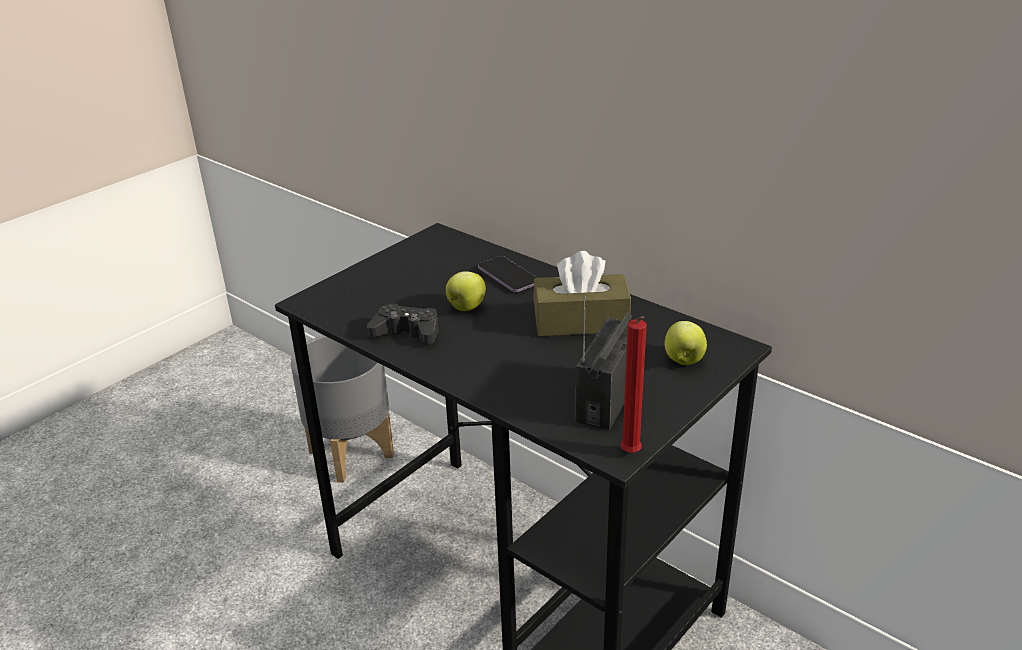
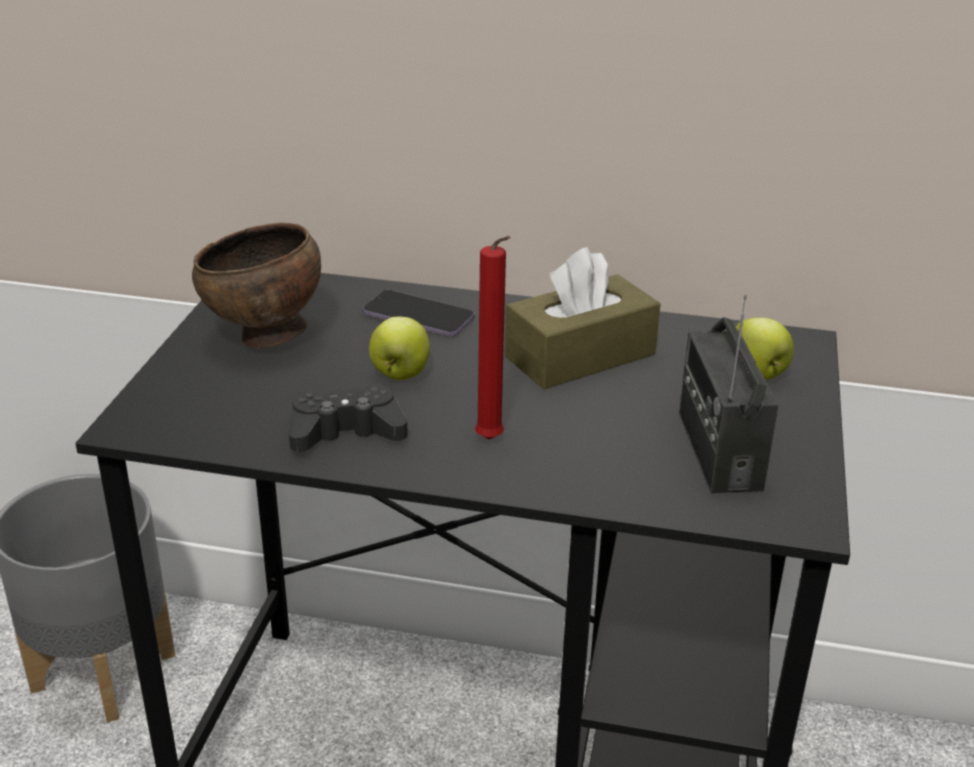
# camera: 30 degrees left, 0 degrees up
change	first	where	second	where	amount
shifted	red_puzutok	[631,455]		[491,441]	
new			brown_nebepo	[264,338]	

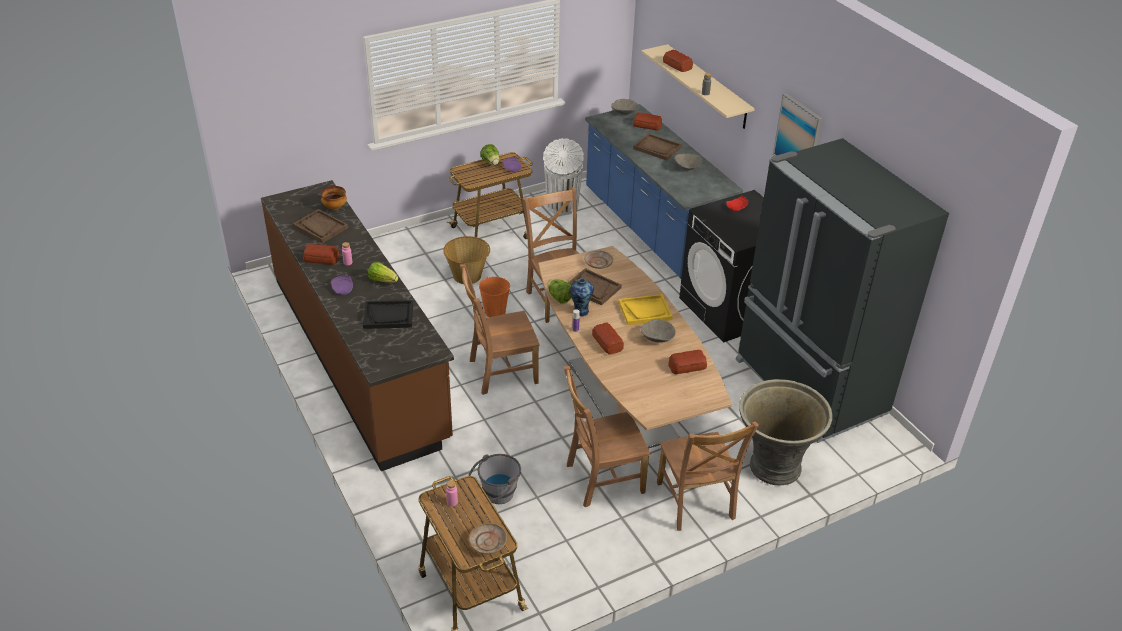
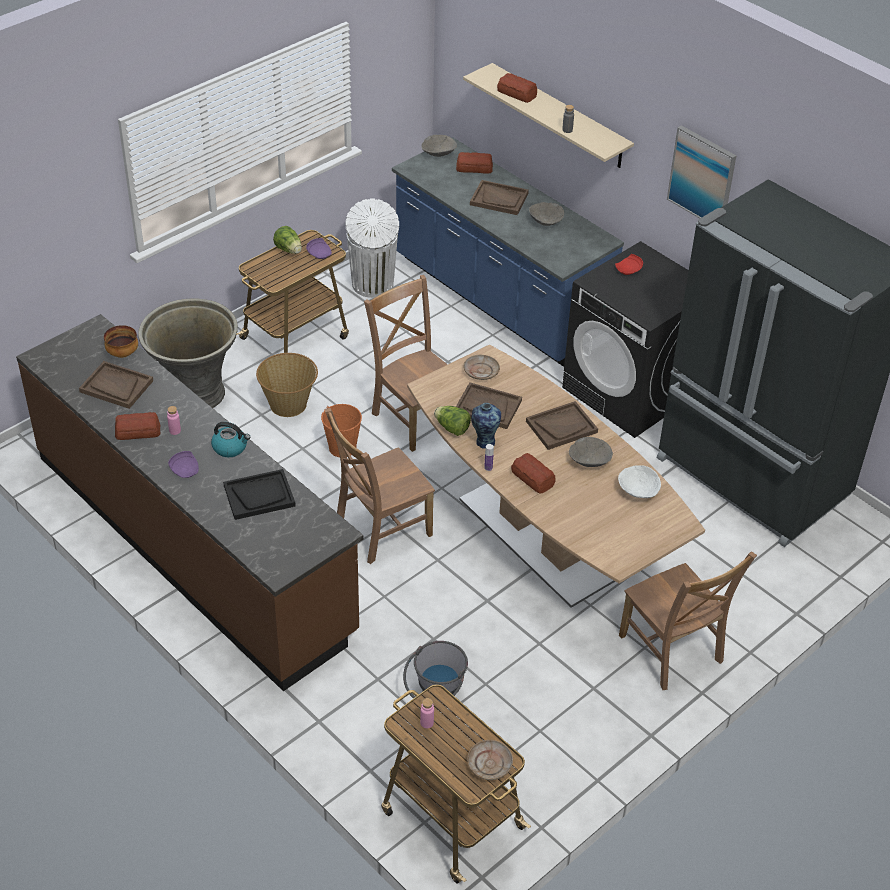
# camera: 15 degrees left, 5 degrees up
change	first	where	second	where	amount
swapped	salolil	[382,280]	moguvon	[230,447]	
gone	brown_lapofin	[601,479]			
repainted	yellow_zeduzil	[645,311]	brown_zeduzil	[561,427]	
swapped	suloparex	[688,366]	white_nebepo	[638,491]	
shifted	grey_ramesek	[773,466]		[195,394]	

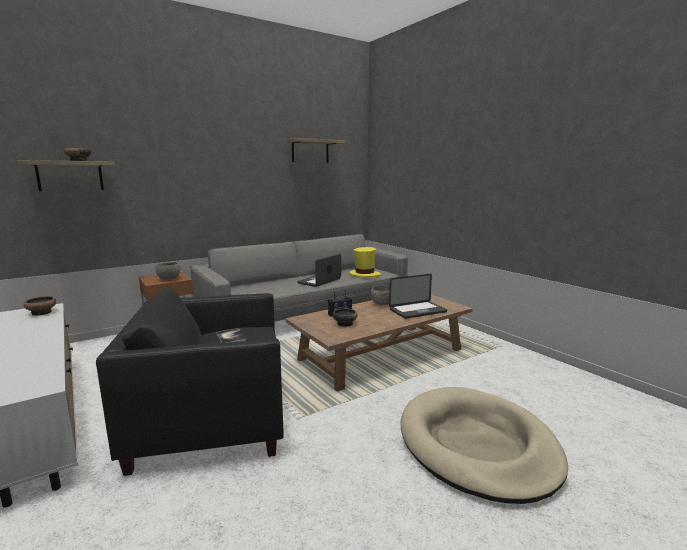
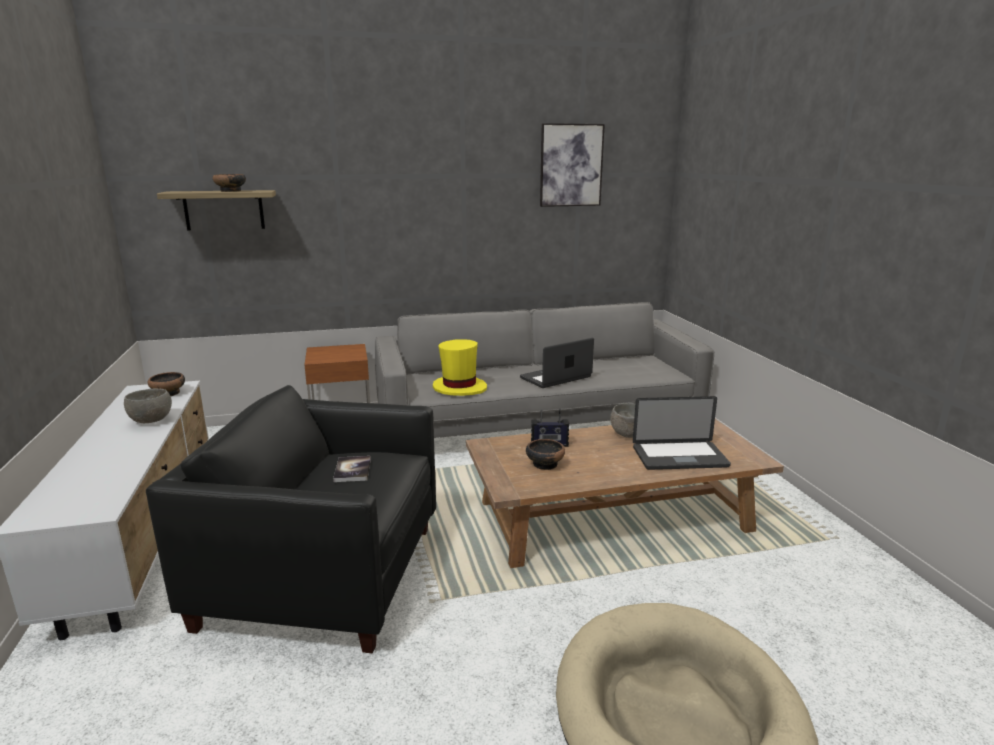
# camera: 20 degrees right, 5 degrees up
change	first	where	second	where	amount
shifted	grey_nebepo	[169,279]		[152,420]	
swapped	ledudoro	[310,151]	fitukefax	[571,165]	
shifted	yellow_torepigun	[364,275]		[459,388]	

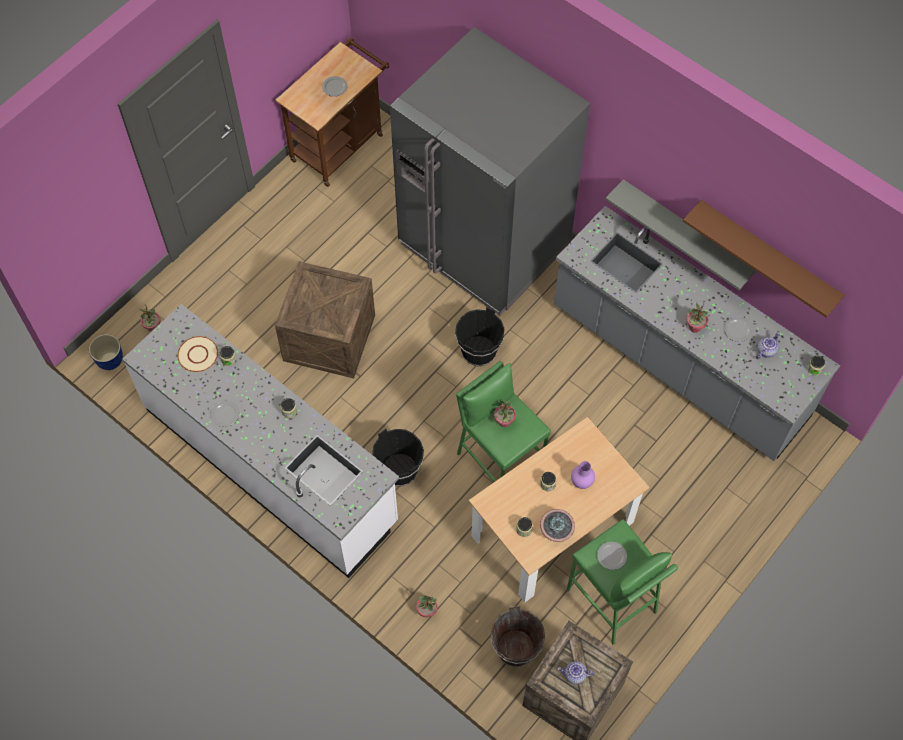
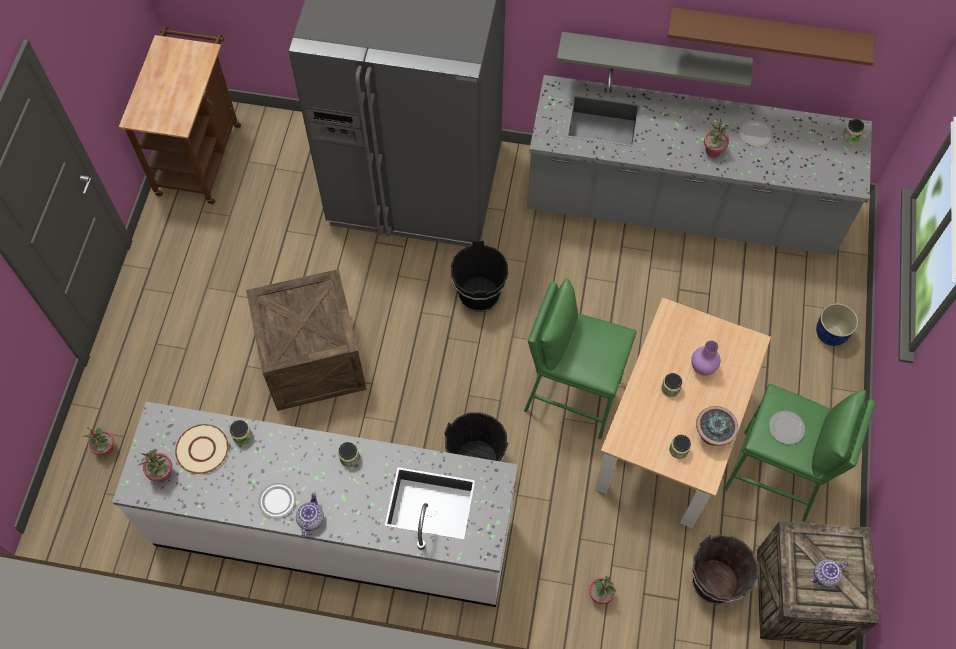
# camera: 30 degrees left, 0 degrees up
change	first	where	second	where	amount
shifted	ramesek	[111,361]		[831,334]	
gone	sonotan	[335,87]			
shifted	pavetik	[504,421]		[162,474]	
shifted	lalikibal	[765,350]		[310,519]	

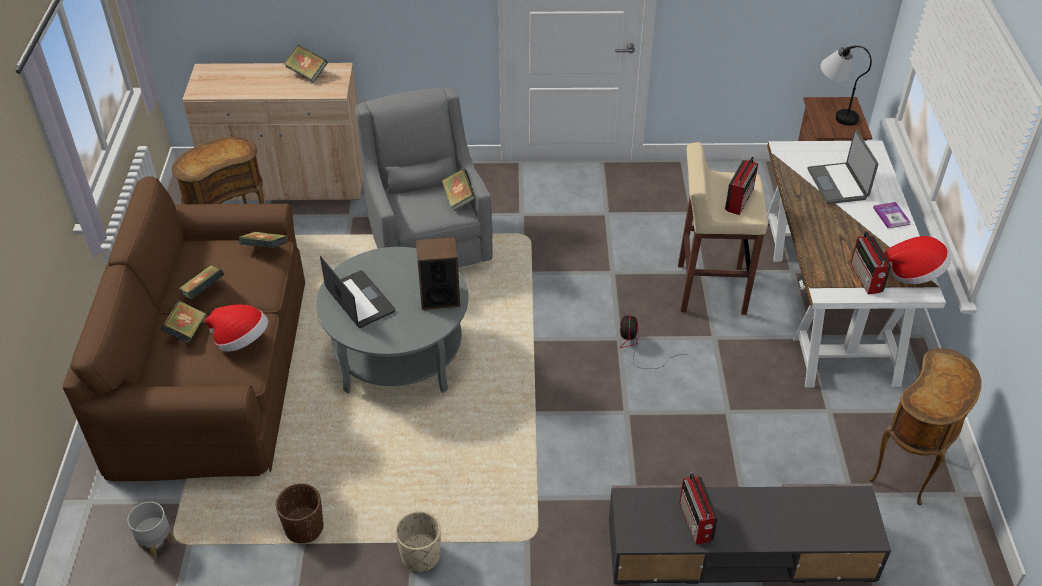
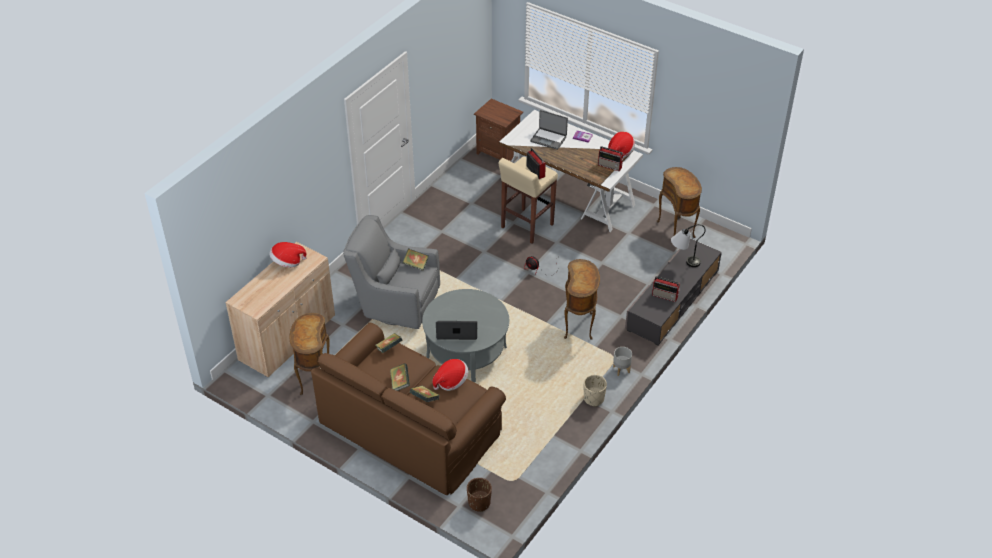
# camera: 55 degrees left, 0 degrees up
change	first	where	second	where	amount
shifted	grey_ramesek	[156,544]		[621,369]	
shifted	brown_ramesek	[304,528]		[479,503]	
swapped	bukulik	[307,73]	torepigun	[287,262]	
gone	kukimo	[439,297]			
shifted	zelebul	[835,111]		[683,262]	
new			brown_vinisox	[579,325]	

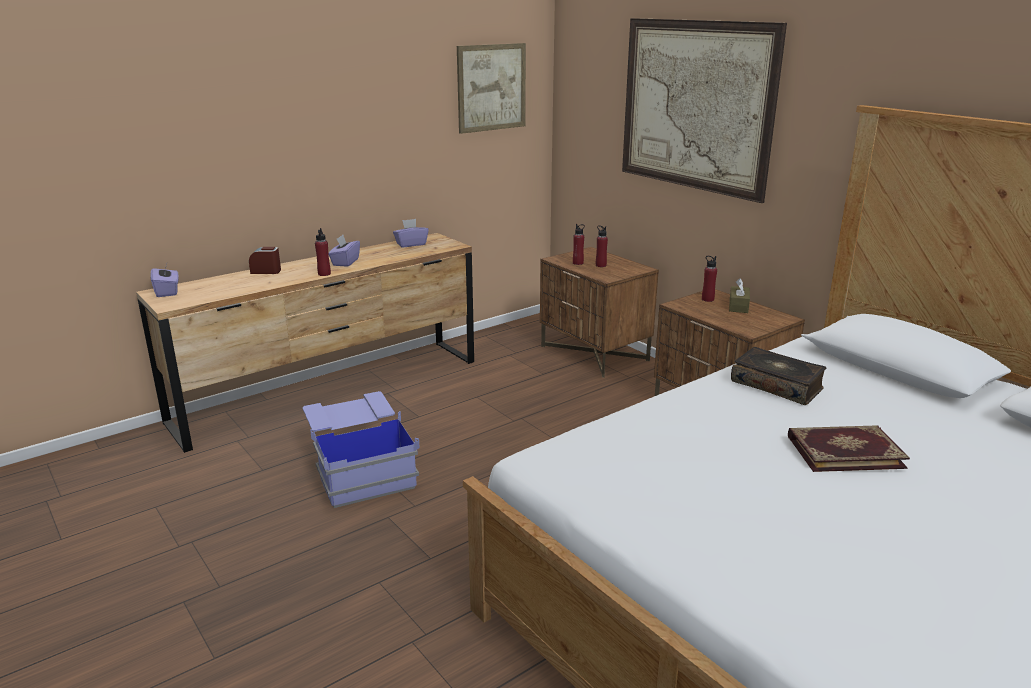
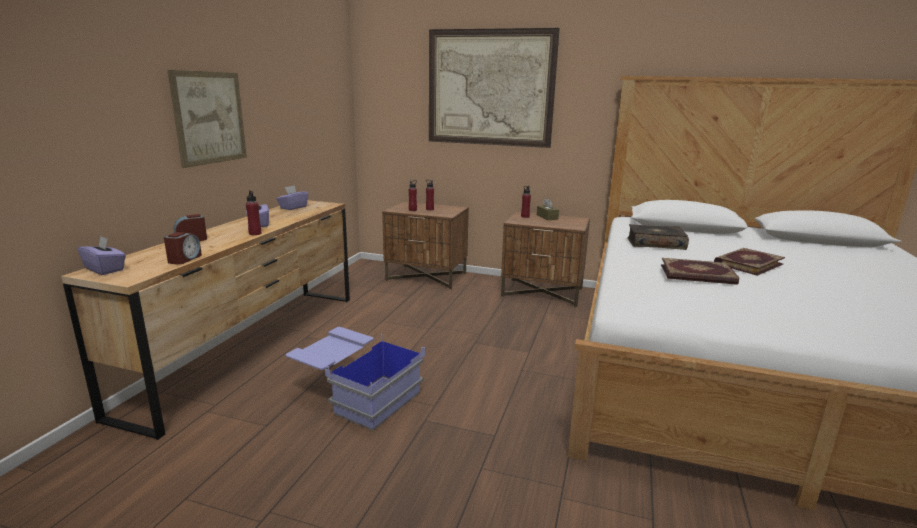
# camera: 35 degrees left, 5 degrees down
change	first	where	second	where	amount
shifted	fitukefax	[491,87]		[209,118]	
new			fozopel	[184,259]	
new			bukulik	[697,275]	

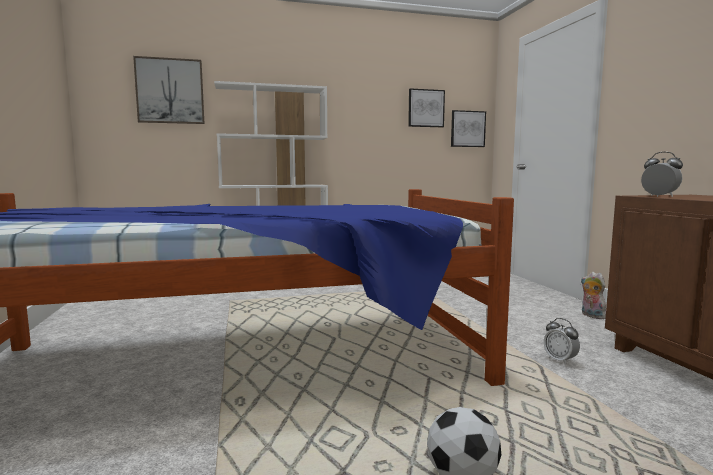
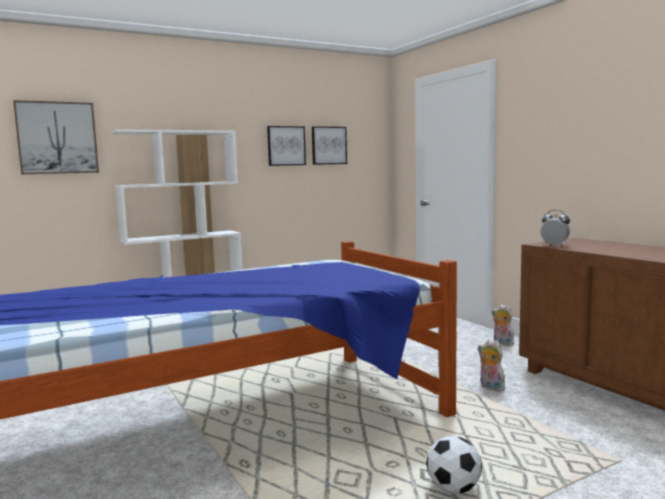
# camera: 15 degrees left, 0 degrees up
change	first	where	second	where	amount
shifted	fitukefax	[467,129]		[286,146]	
swapped	fozopel	[560,360]	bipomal	[490,387]	

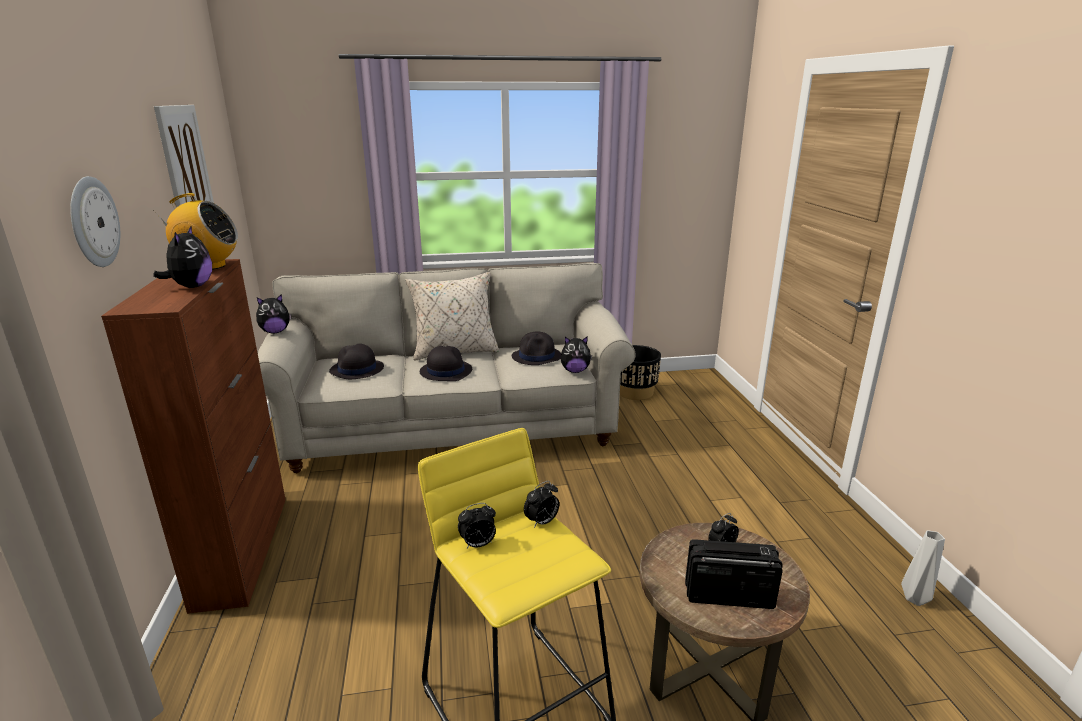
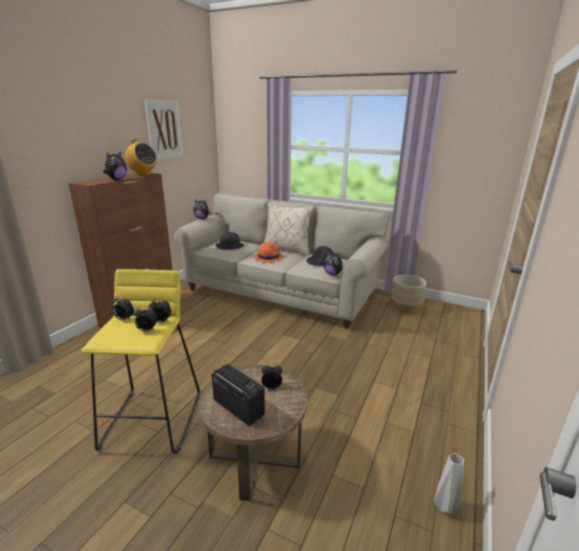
# camera: 35 degrees right, 0 degrees up
change	first	where	second	where	amount
gone	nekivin	[93,222]			
repainted	black_torepigun	[445,371]	orange_torepigun	[268,257]	
repainted	black_ramesek	[635,392]	beige_ramesek	[405,307]	
new			fozopel	[146,330]	

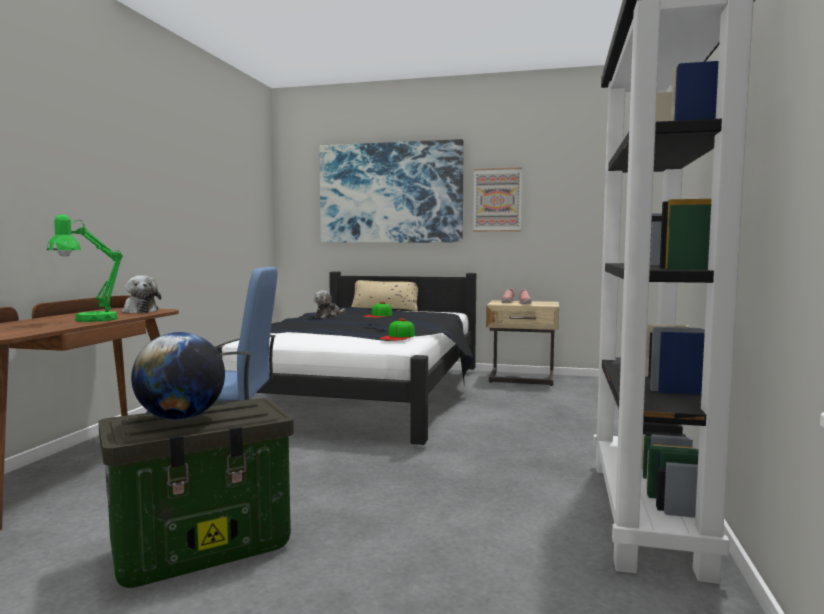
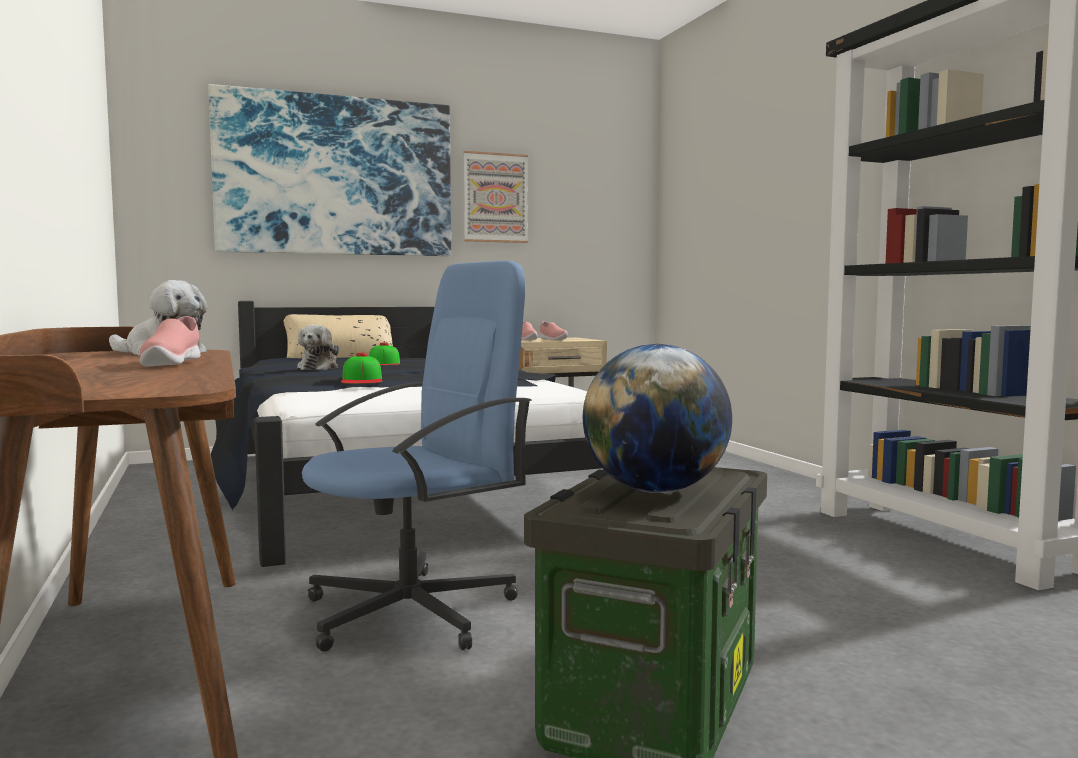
# camera: 35 degrees left, 0 degrees up
change	first	where	second	where	amount
swapped	green_zelebul	[88,320]	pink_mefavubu	[171,364]	
shifted	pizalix	[398,337]		[362,380]	

